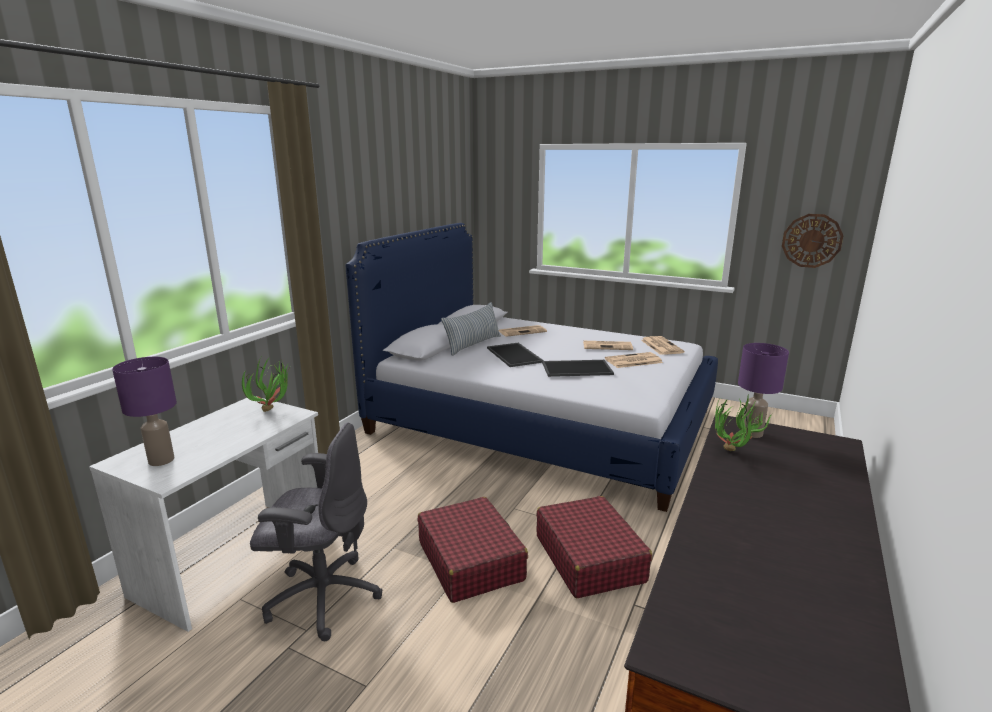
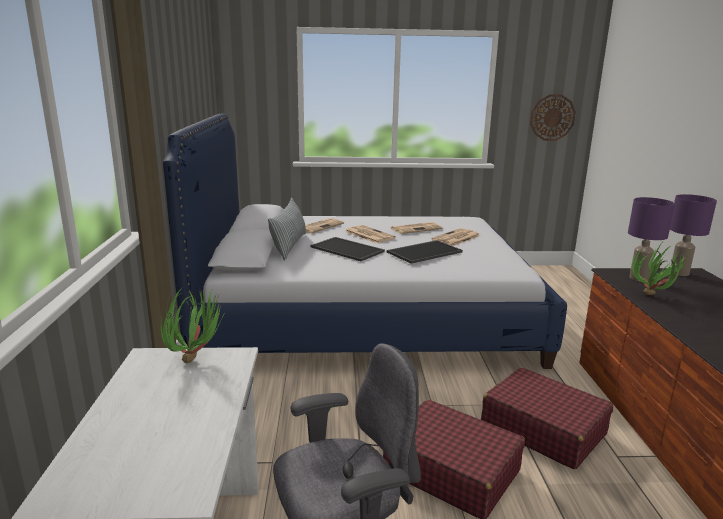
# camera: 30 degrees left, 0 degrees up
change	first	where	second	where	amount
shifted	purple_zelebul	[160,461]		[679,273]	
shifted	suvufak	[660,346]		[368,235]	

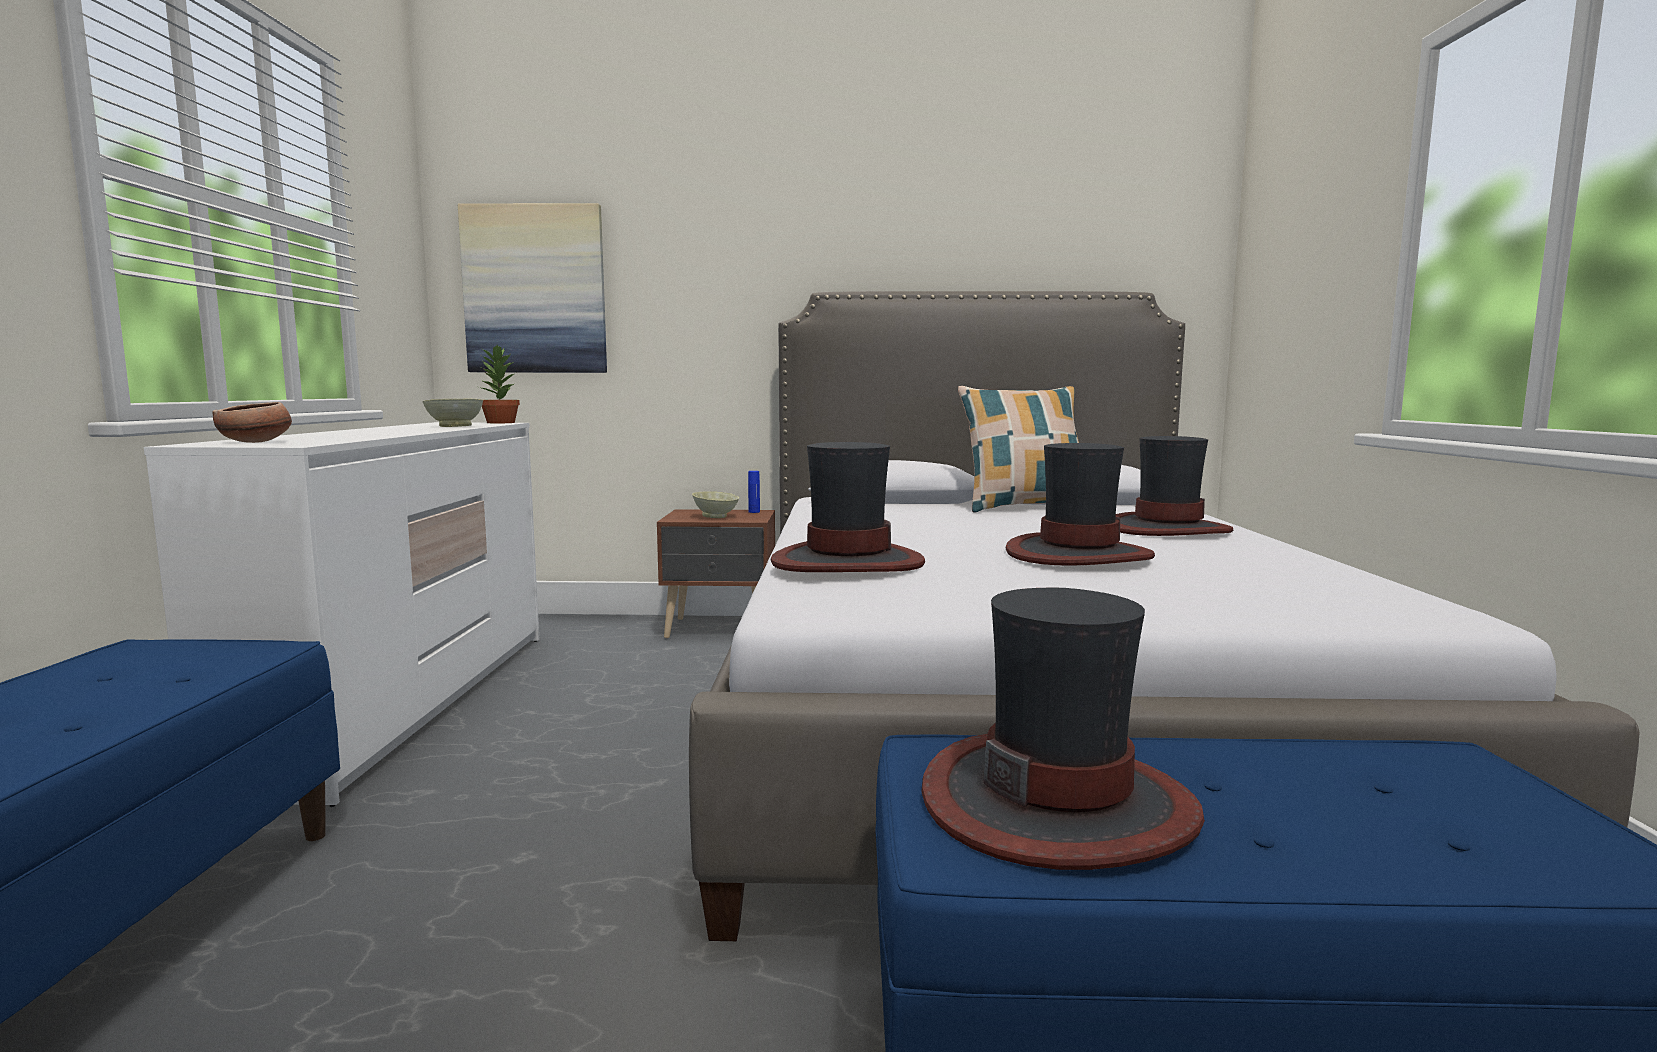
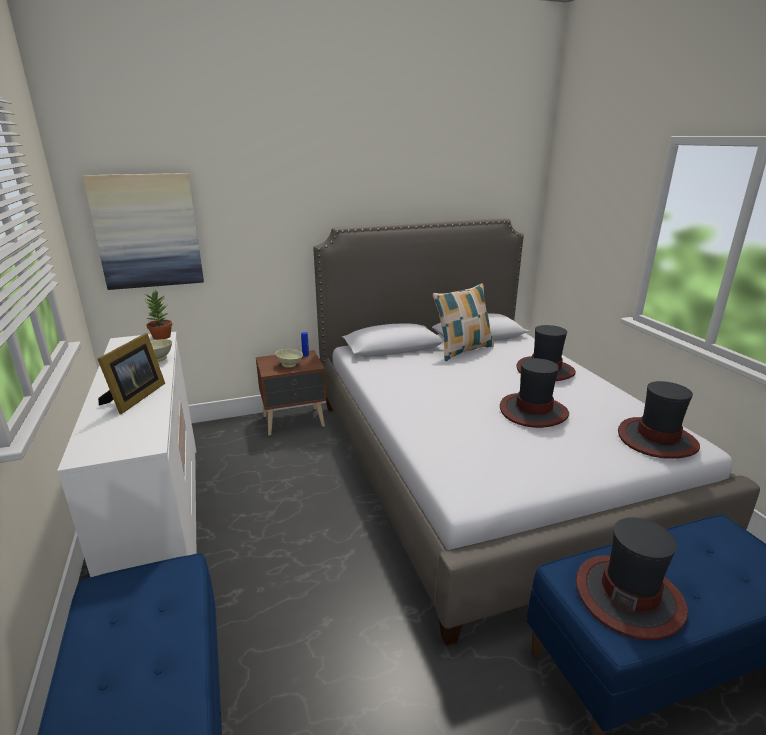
# camera: 20 degrees left, 15 degrees up
change	first	where	second	where	amount
gone	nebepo	[257,442]			
shifted	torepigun	[846,562]		[656,439]	
new			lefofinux	[134,398]	

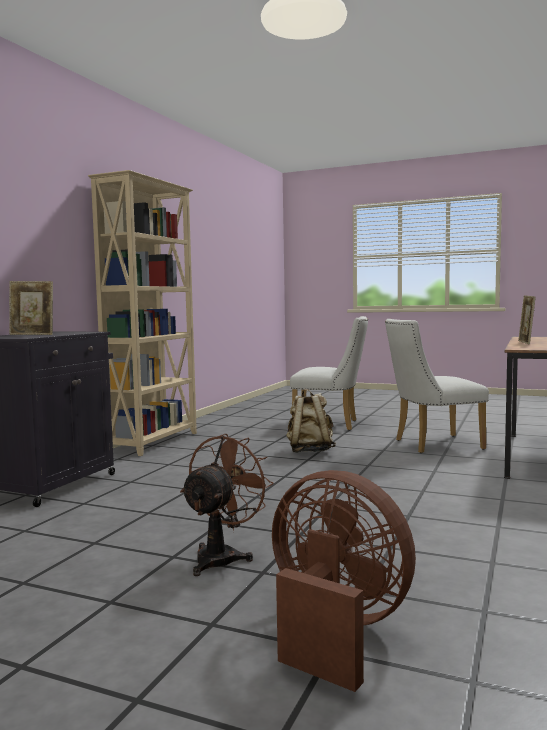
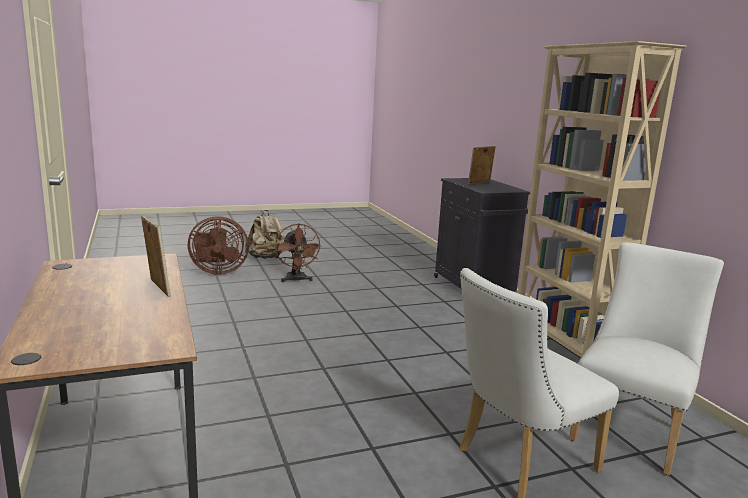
# camera: 135 degrees right, 10 degrees up
change	first	where	second	where	amount
shifted	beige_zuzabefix	[310,451]		[266,258]	
shifted	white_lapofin	[432,445]		[630,430]	

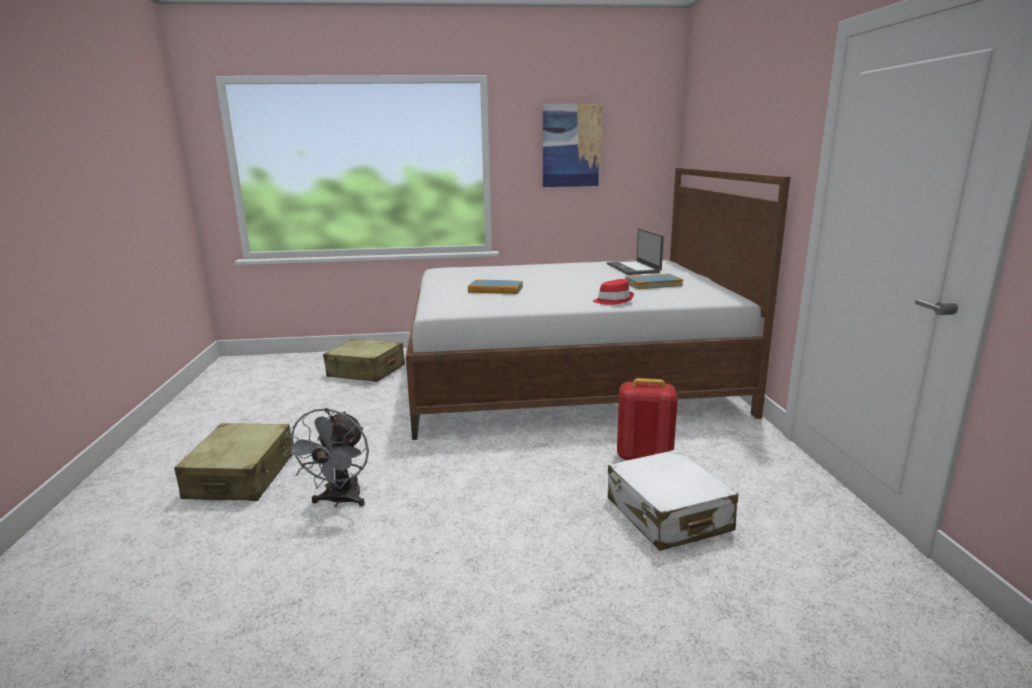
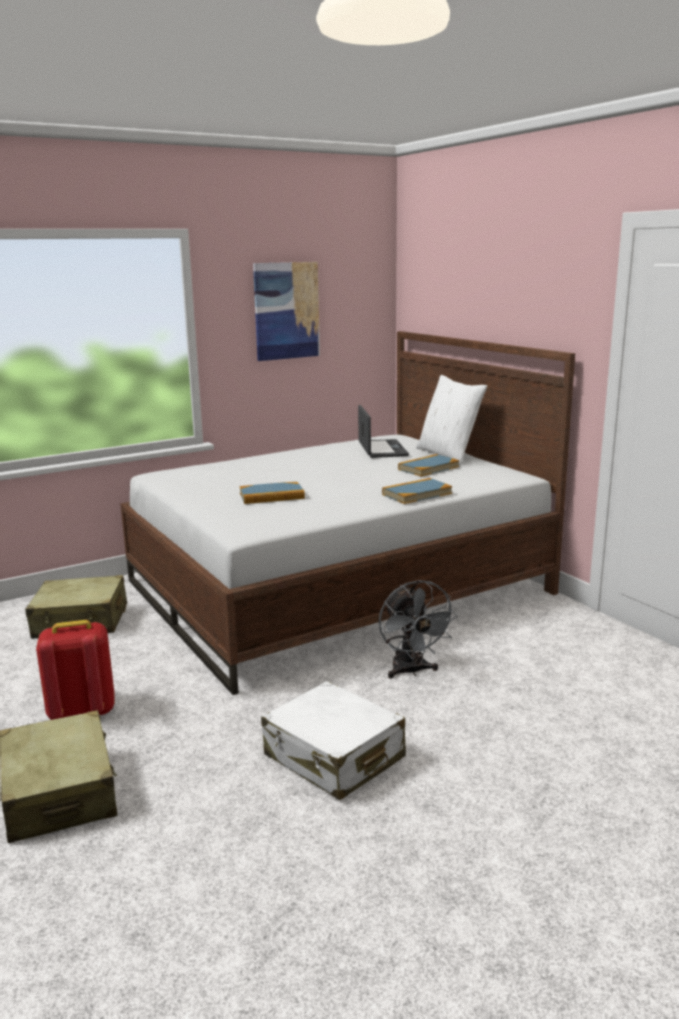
# camera: 25 degrees left, 0 degrees up
change	first	where	second	where	amount
shifted	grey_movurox	[340,501]		[411,671]	
swapped	red_torepigun	[613,300]	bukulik	[417,494]	
rotated	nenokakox	[634,268]		[381,449]	150 degrees counterclockwise
shifted	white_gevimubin	[667,515]		[334,757]	
shifted	red_zuzabefix	[643,457]		[81,712]	
new			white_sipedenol	[448,455]	

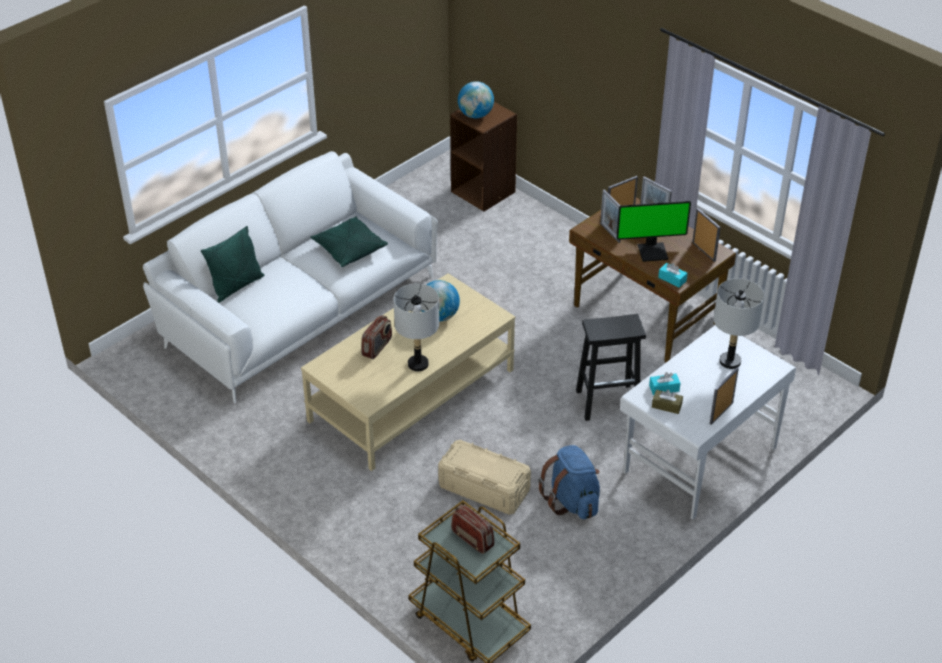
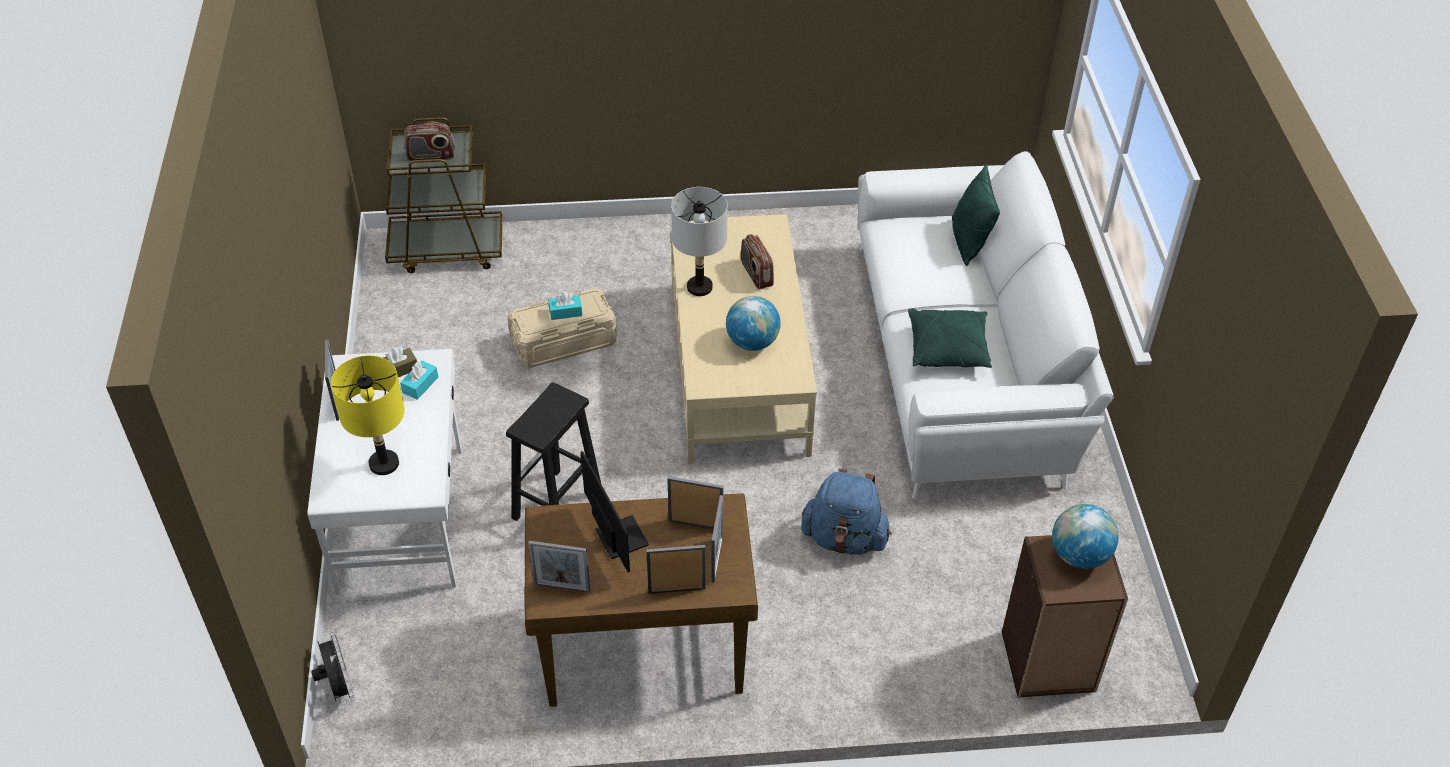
# camera: 130 degrees right, 5 degrees up
change	first	where	second	where	amount
shifted	blue_zuzabefix	[572,501]		[844,538]	
rotated	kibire	[652,251]		[618,538]	120 degrees clockwise
shifted	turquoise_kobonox	[672,279]		[565,312]	
repainted	grey_zelebul	[730,361]	yellow_zelebul	[384,464]	
new			black_movurox	[339,688]	

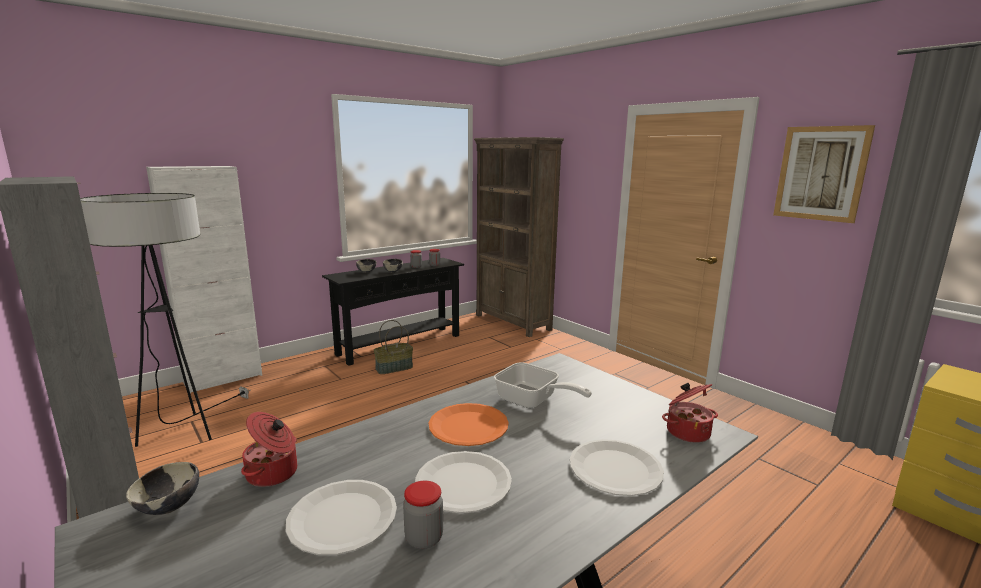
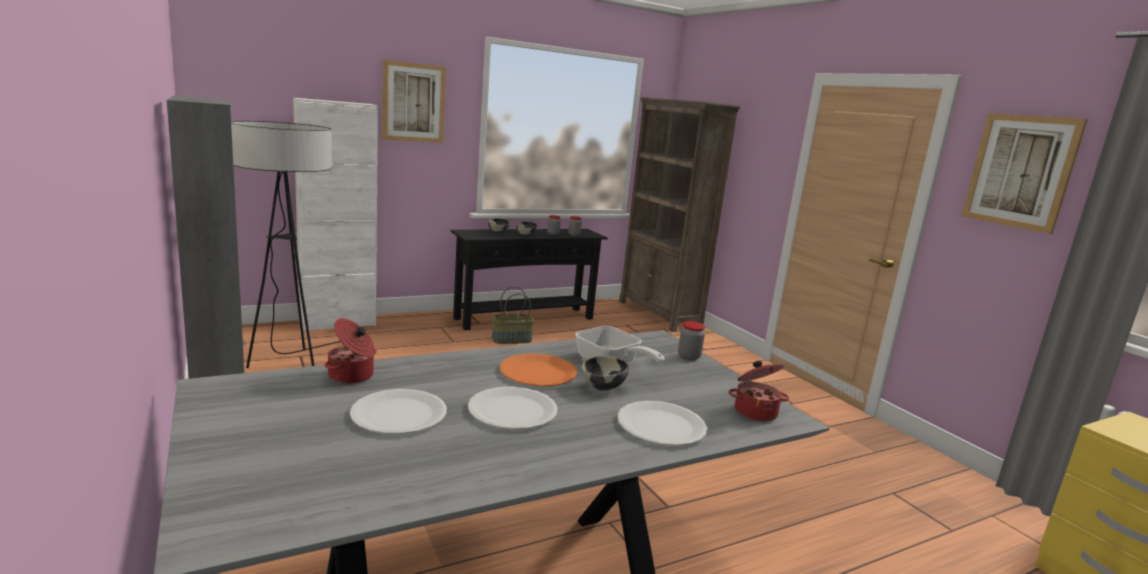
# camera: 10 degrees right, 0 degrees up
change	first	where	second	where	amount
shifted	nebepo	[169,507]		[603,387]	
shifted	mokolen	[424,538]		[689,356]	
new			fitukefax	[413,102]	

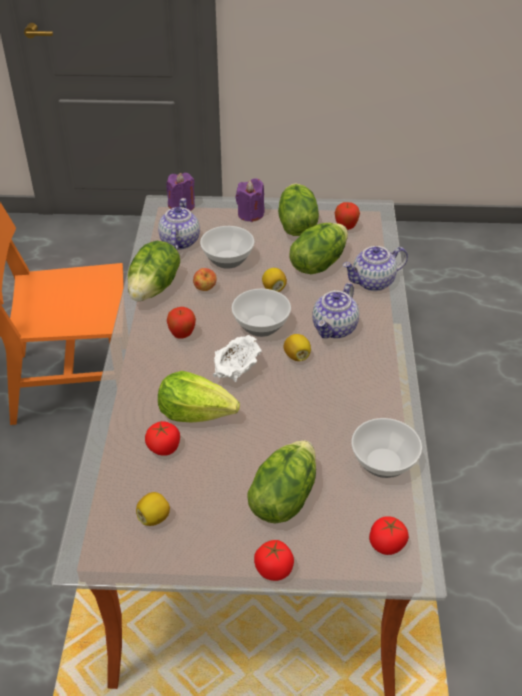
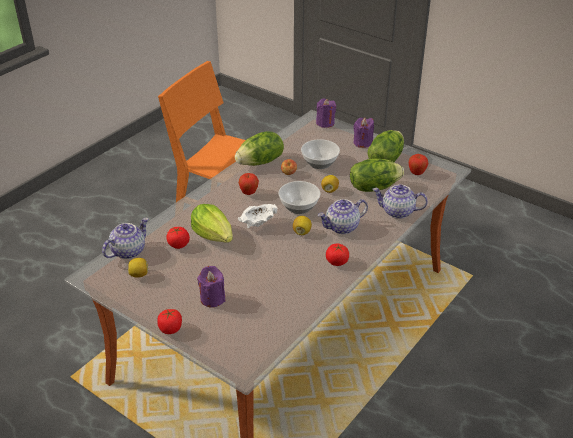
# camera: 35 degrees right, 5 degrees down
change	first	where	second	where	amount
shifted	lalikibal	[179,241]		[128,251]	
swapped	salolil	[283,498]	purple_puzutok	[212,298]	
gone	nebepo	[382,462]			
shifted	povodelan	[386,544]		[337,262]	

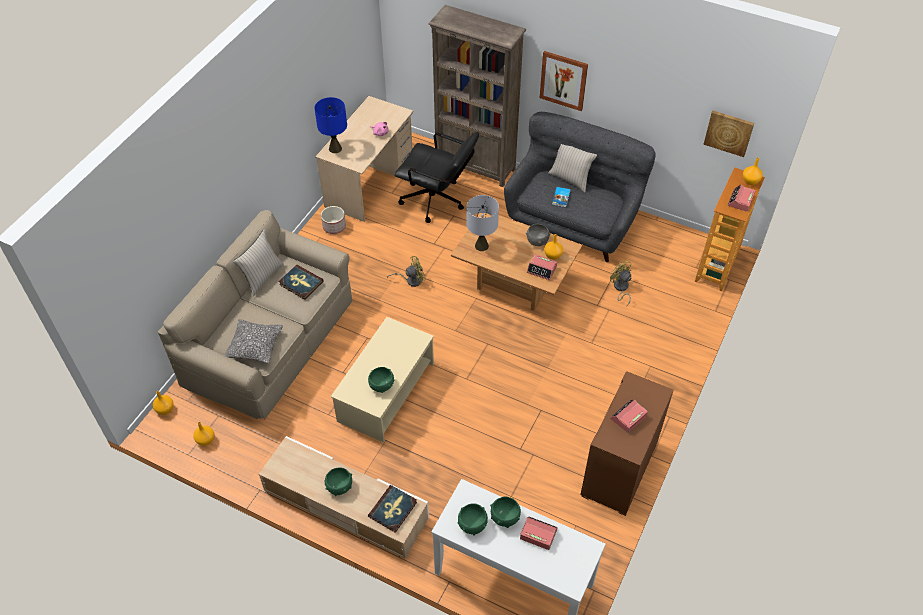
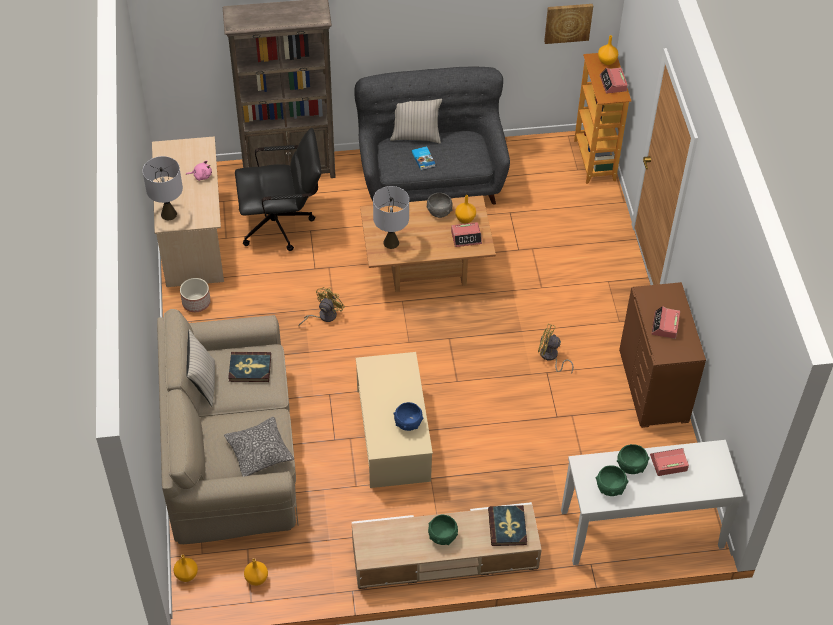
# camera: 35 degrees left, 0 degrees up
change	first	where	second	where	amount
repainted	blue_zelebul	[335,148]	grey_zelebul	[169,214]	
repainted	green_nebepo	[381,385]	blue_nebepo	[408,423]	
gone	fitukefax	[563,80]			
shifted	yellow_movurox	[620,288]		[550,357]	

